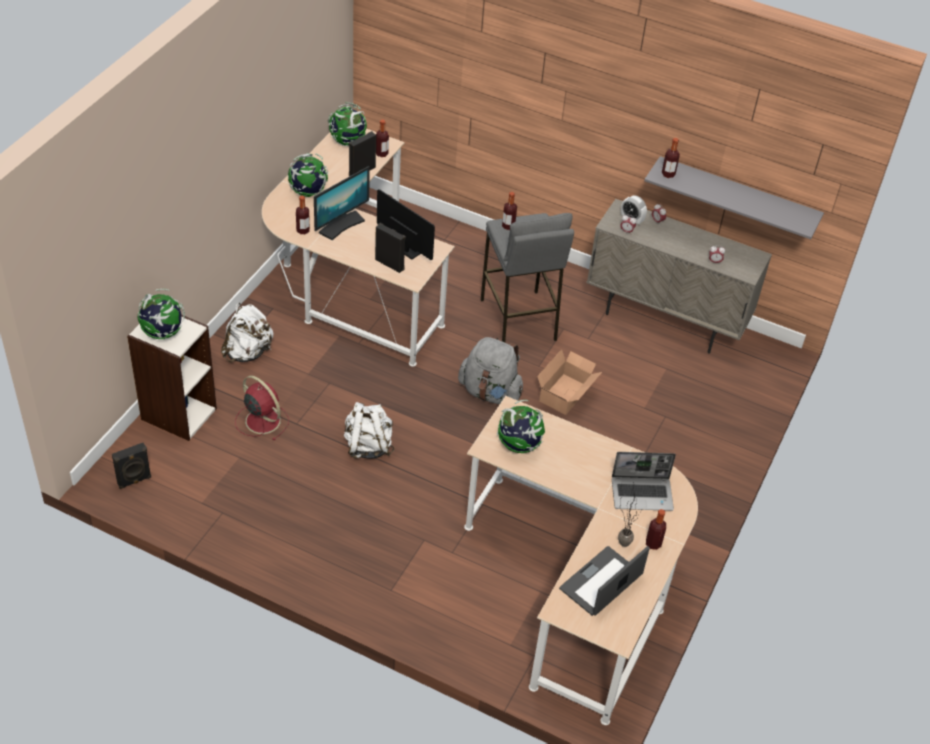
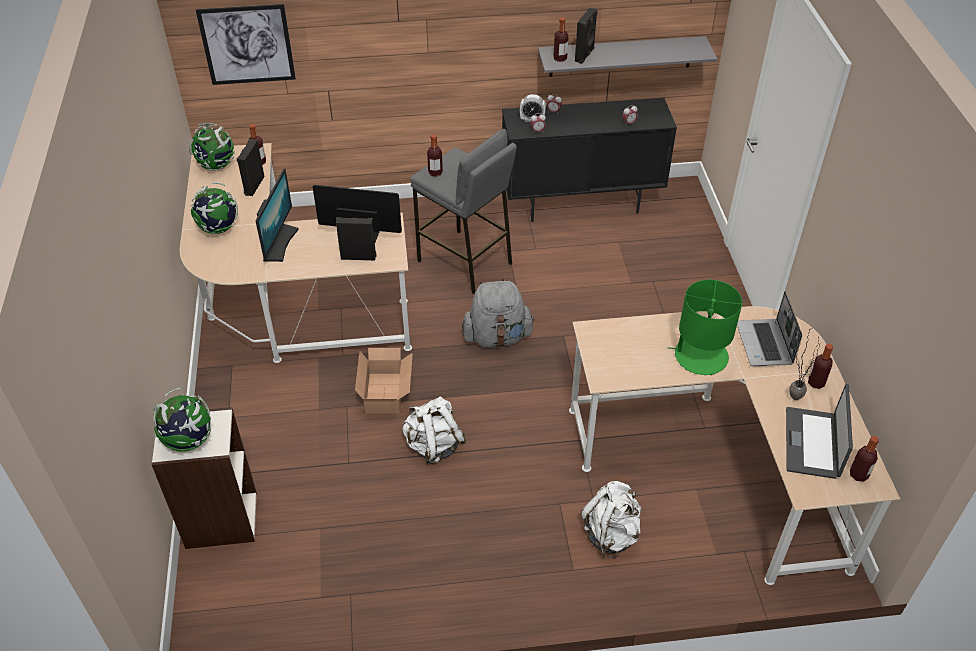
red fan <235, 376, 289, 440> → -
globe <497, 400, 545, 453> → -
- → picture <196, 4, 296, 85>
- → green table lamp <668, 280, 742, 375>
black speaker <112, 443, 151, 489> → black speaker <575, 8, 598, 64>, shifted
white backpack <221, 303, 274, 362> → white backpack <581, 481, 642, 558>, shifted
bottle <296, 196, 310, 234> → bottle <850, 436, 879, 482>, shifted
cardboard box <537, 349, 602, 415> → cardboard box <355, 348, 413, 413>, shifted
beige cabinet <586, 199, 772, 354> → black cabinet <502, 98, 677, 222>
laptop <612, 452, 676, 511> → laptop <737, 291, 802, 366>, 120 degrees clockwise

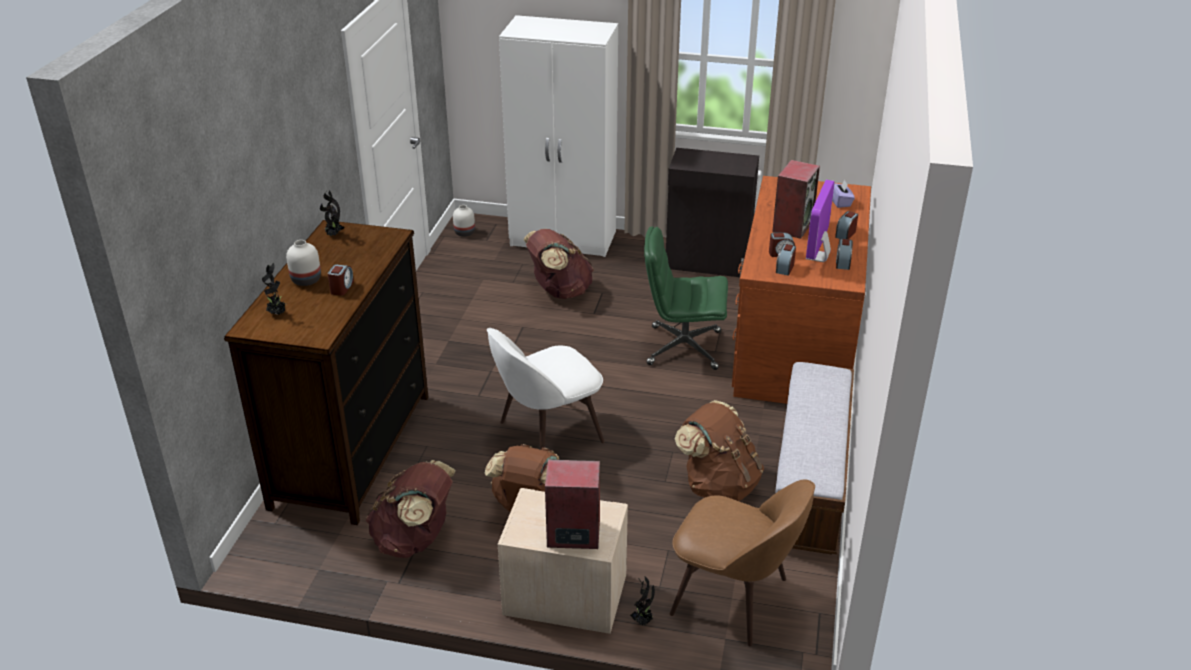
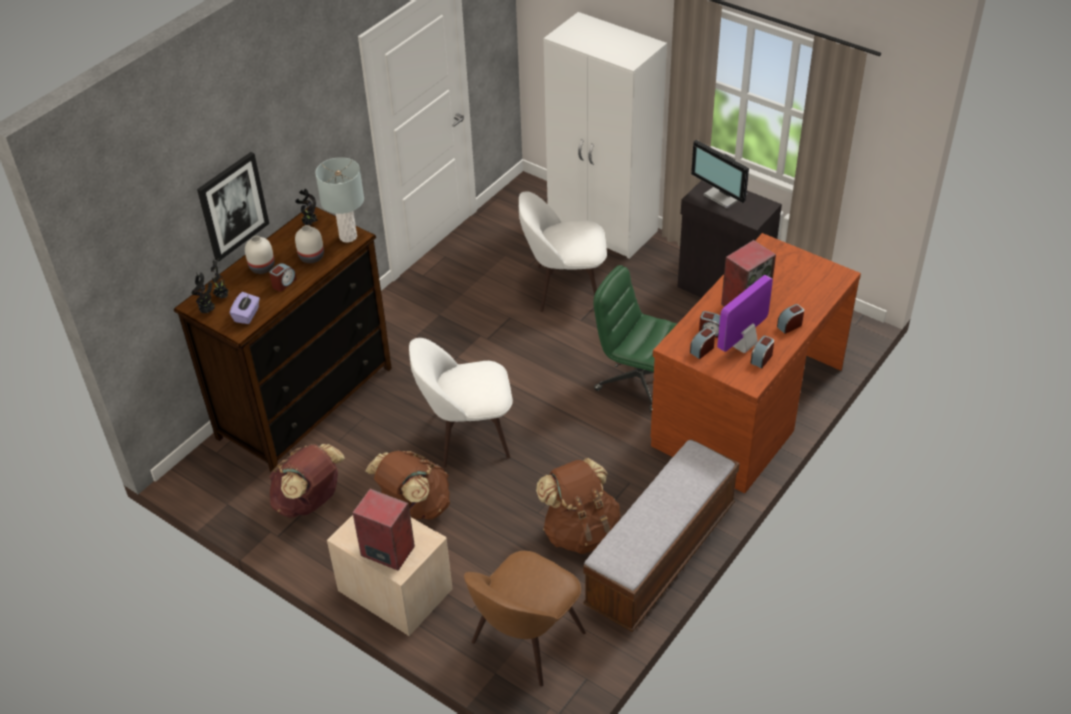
- → picture <197, 152, 269, 262>
- → grey table lamp <315, 157, 364, 243>
- → monitor <691, 140, 749, 208>
white vase <453, 205, 475, 237> → white vase <295, 225, 324, 263>, shifted
potted plant <630, 577, 655, 626> → potted plant <191, 272, 214, 314>, shifted
purple tissue box <832, 180, 855, 208> → purple tissue box <230, 292, 260, 324>, shifted
brown backpack <523, 229, 594, 299> → white chair <519, 191, 607, 312>
brown chair <670, 480, 815, 646> → brown chair <464, 551, 586, 686>, 75 degrees clockwise

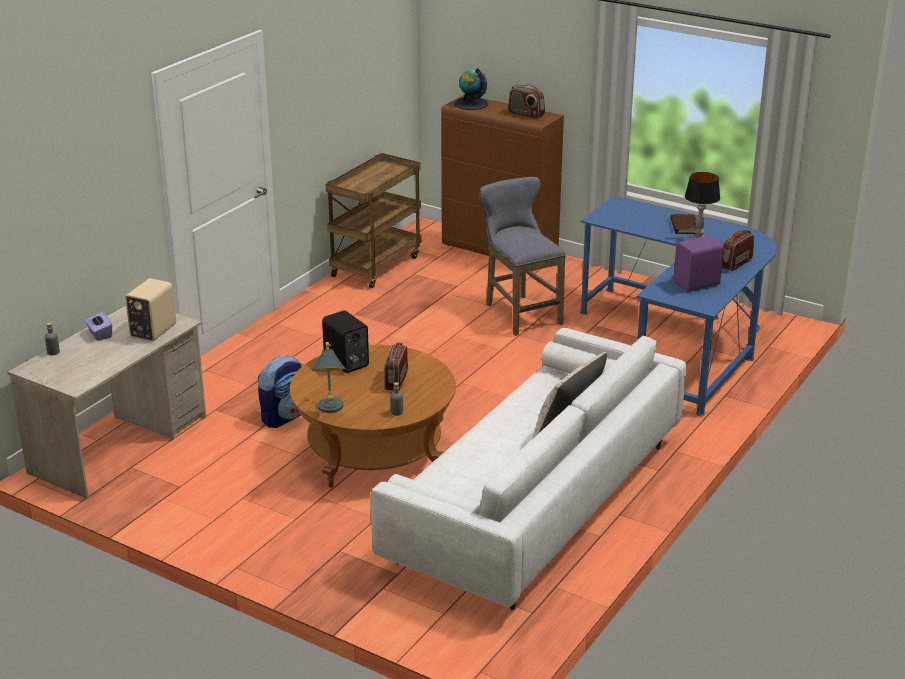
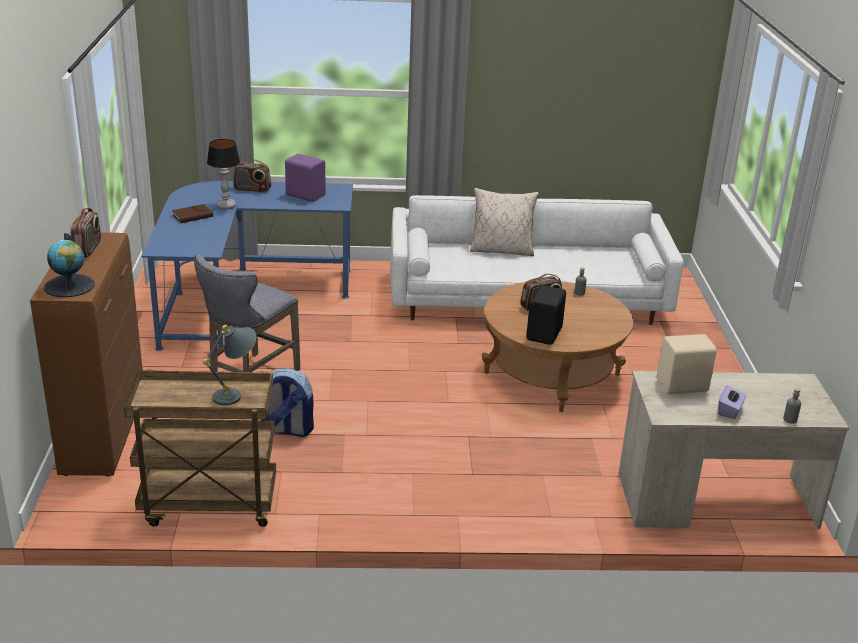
backpack <258, 355, 302, 428> → backpack <266, 368, 314, 437>, shifted
grey table lamp <311, 342, 346, 413> → grey table lamp <203, 325, 256, 405>, shifted

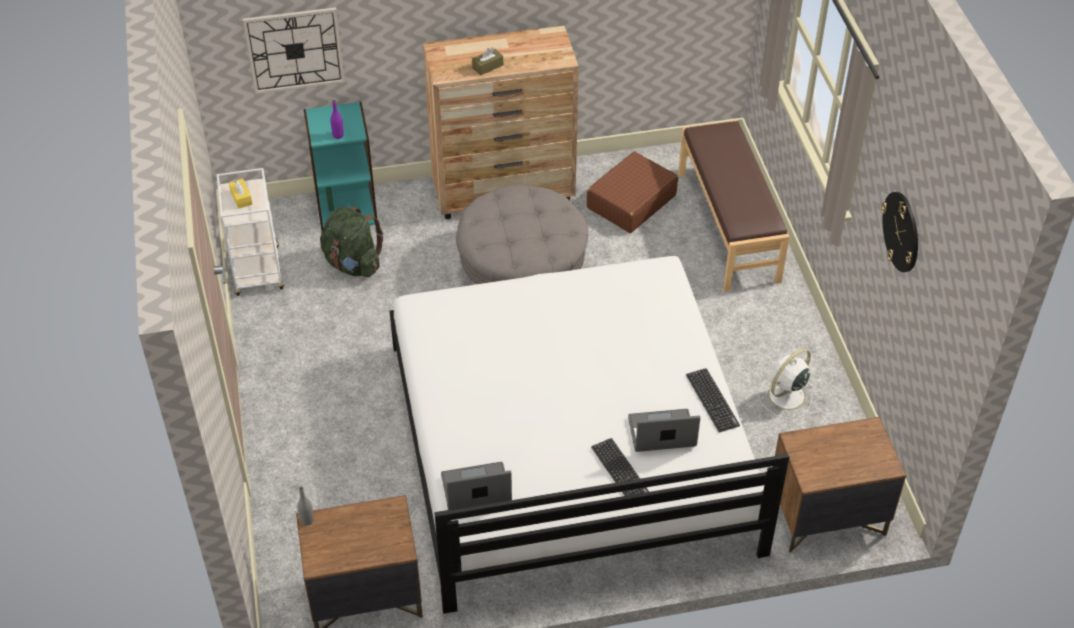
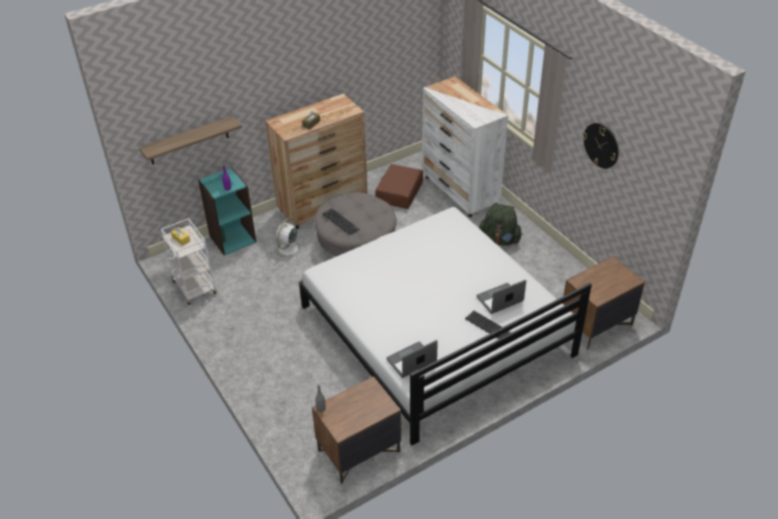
green backpack <320, 207, 383, 277> → green backpack <479, 204, 523, 246>, shifted
keyboard <686, 368, 740, 432> → keyboard <322, 208, 360, 235>, shifted
white fan <759, 349, 813, 419> → white fan <272, 218, 303, 260>, shifted
wall clock <243, 7, 345, 94> → shelf <139, 116, 242, 165>
brown bench <678, 120, 789, 292> → white dresser <422, 76, 508, 217>

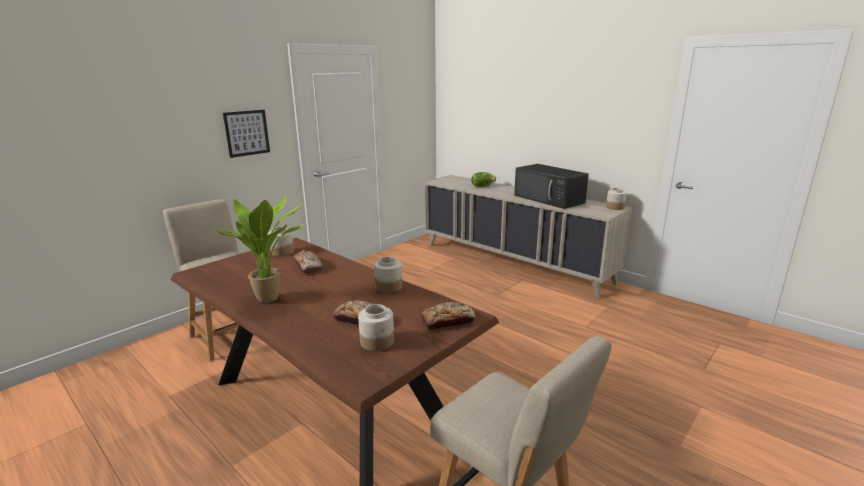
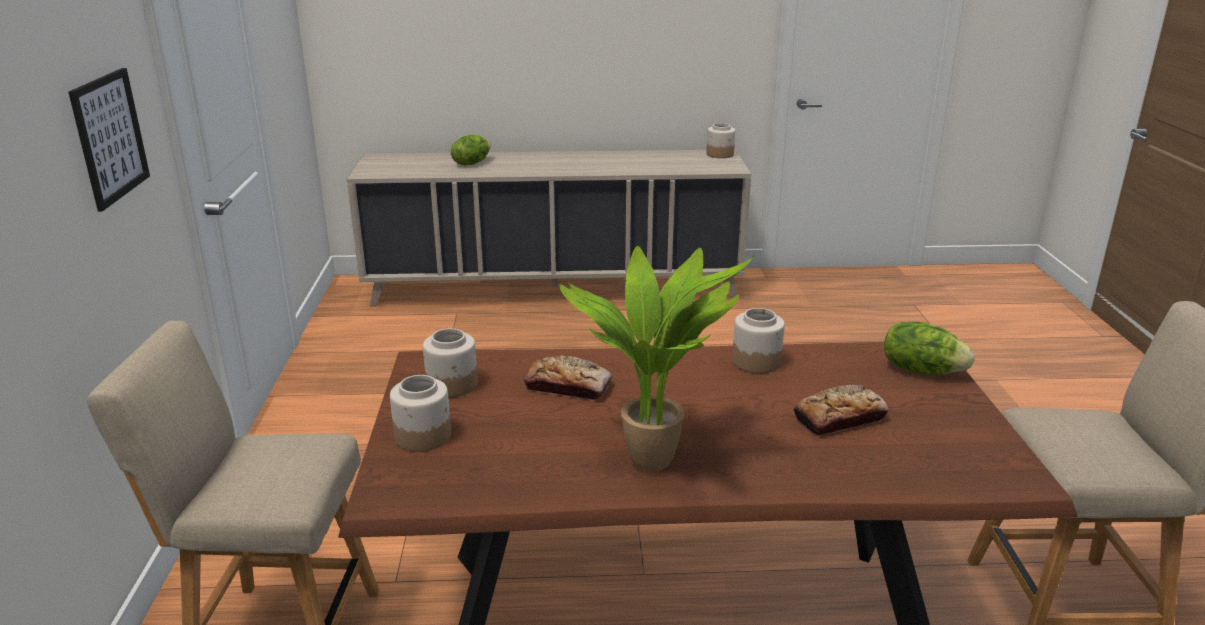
black microwave <514, 164, 589, 209> → -
jar <358, 304, 394, 351> → jar <390, 375, 451, 452>, shifted
bread <421, 302, 475, 330> → lettuce <884, 322, 975, 375>

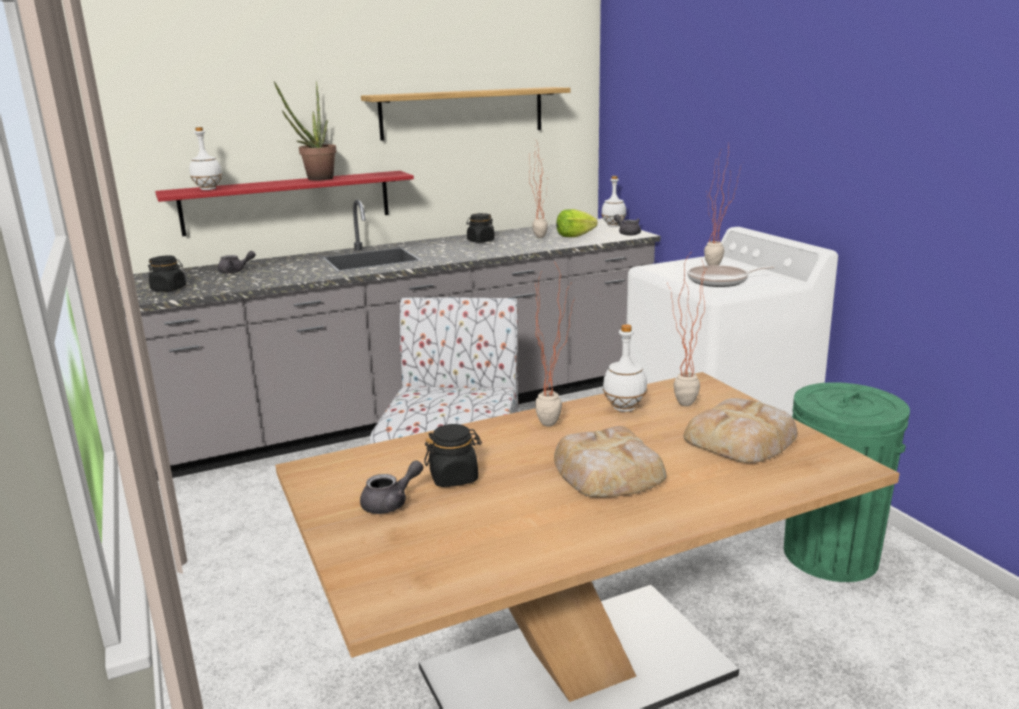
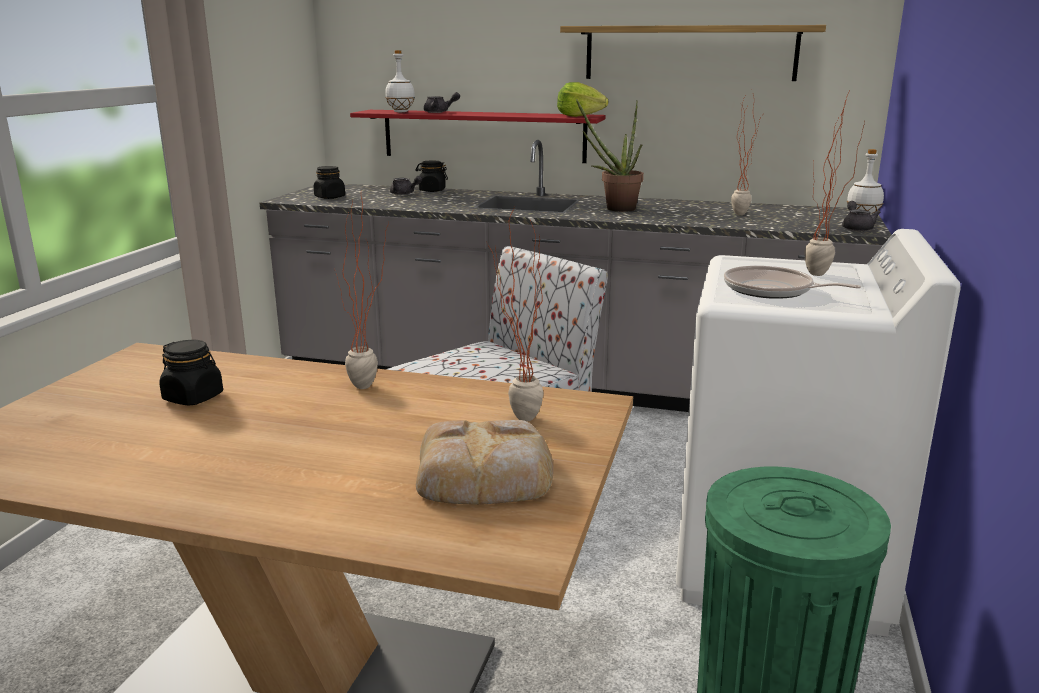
bread <554, 426, 666, 497> → -
white bottle <603, 324, 647, 412> → -
potted plant <274, 81, 337, 181> → potted plant <576, 99, 644, 212>, shifted
grey teapot <360, 460, 423, 514> → grey teapot <423, 92, 460, 113>, shifted
black jar <466, 213, 495, 243> → black jar <415, 160, 448, 192>, shifted
lettuce <556, 209, 598, 237> → lettuce <557, 82, 608, 117>, shifted

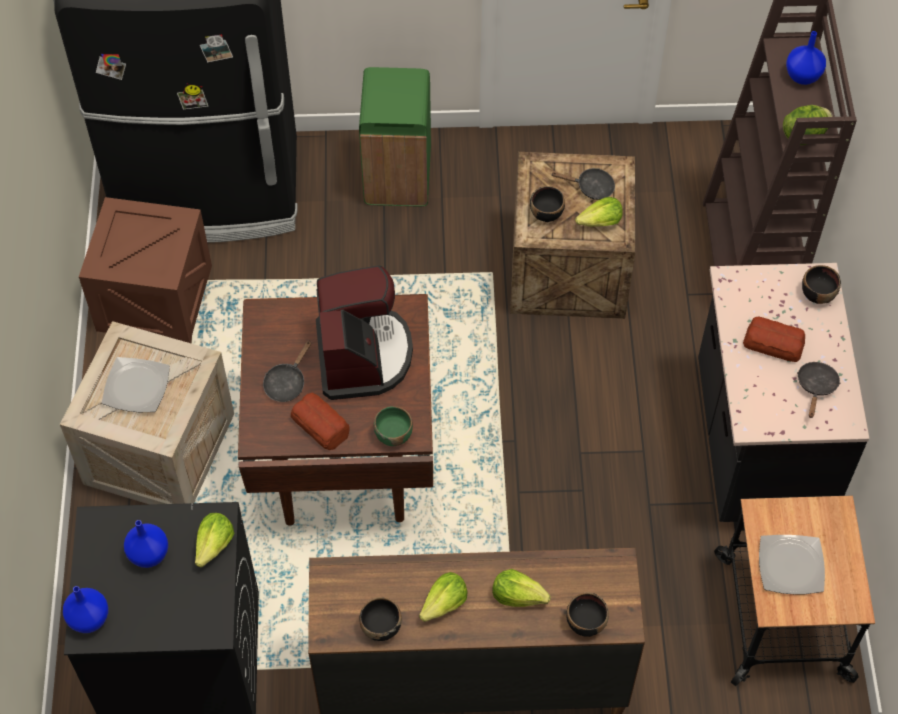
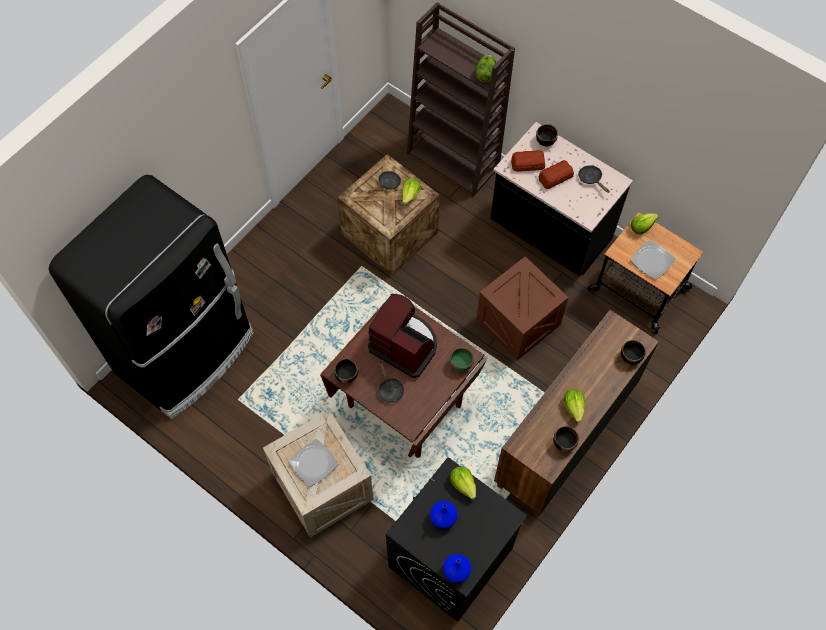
green trash can <359, 67, 431, 207> → -
blue vase <786, 31, 826, 85> → -
crate <79, 197, 212, 343> → crate <477, 257, 569, 361>, shifted
bread <291, 393, 350, 450> → bread <511, 150, 545, 172>, shifted
lettuce <492, 569, 551, 607> → lettuce <631, 213, 658, 235>, shifted
black bowl <530, 186, 565, 222> → black bowl <334, 359, 358, 384>, shifted

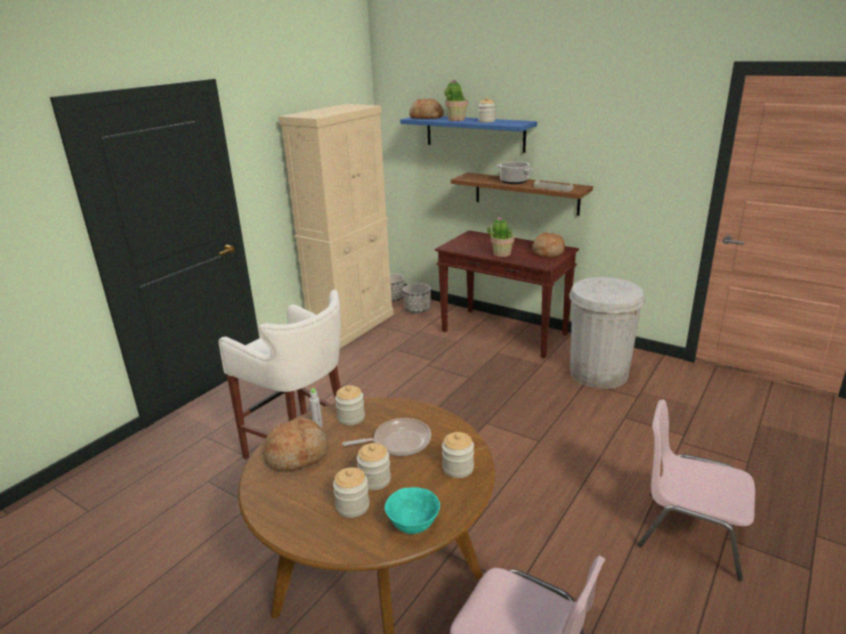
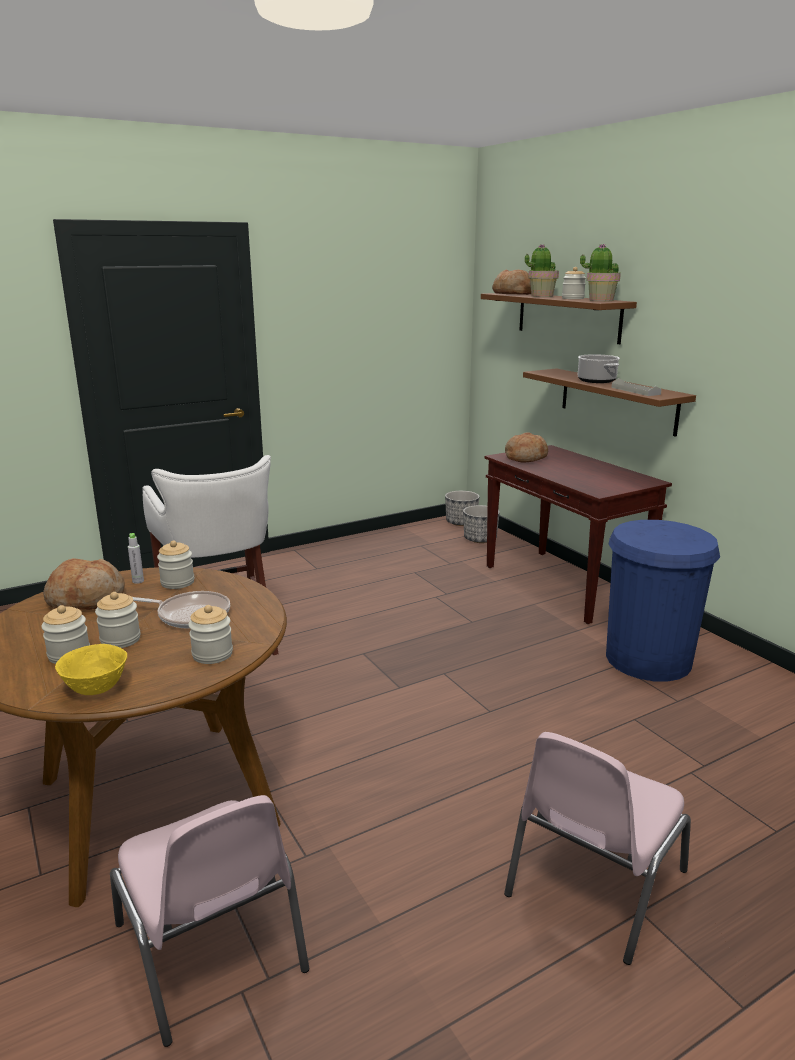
beige cabinet <278, 104, 394, 348> → -
potted plant <487, 217, 515, 257> → potted plant <580, 244, 621, 301>, shifted
bread <532, 232, 565, 258> → bread <505, 432, 548, 462>, shifted
turquoise bowl <385, 487, 440, 534> → yellow bowl <55, 644, 127, 695>
blue shelf <400, 116, 537, 153> → brown shelf <481, 293, 637, 344>
white trash can <569, 277, 645, 389> → blue trash can <606, 520, 720, 682>
pink chair <637, 399, 755, 581> → pink chair <504, 732, 691, 965>, 105 degrees counterclockwise

